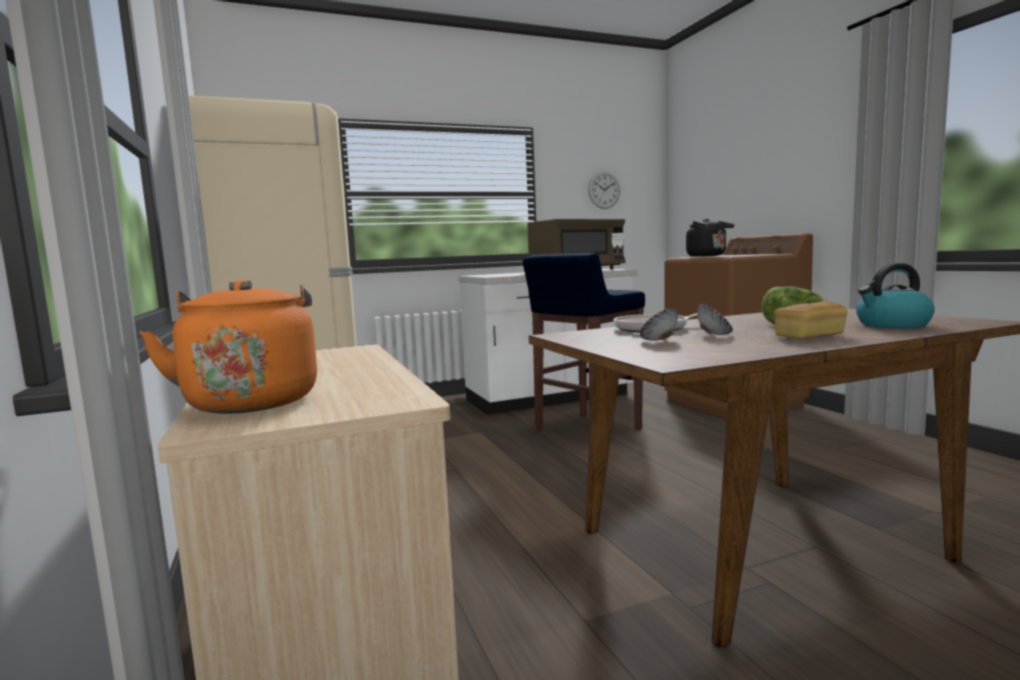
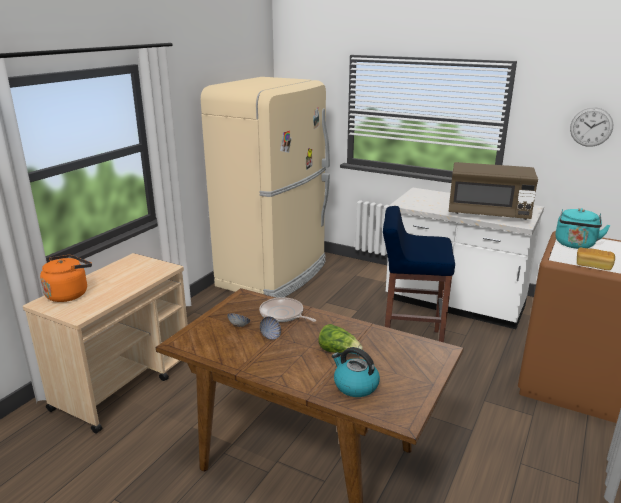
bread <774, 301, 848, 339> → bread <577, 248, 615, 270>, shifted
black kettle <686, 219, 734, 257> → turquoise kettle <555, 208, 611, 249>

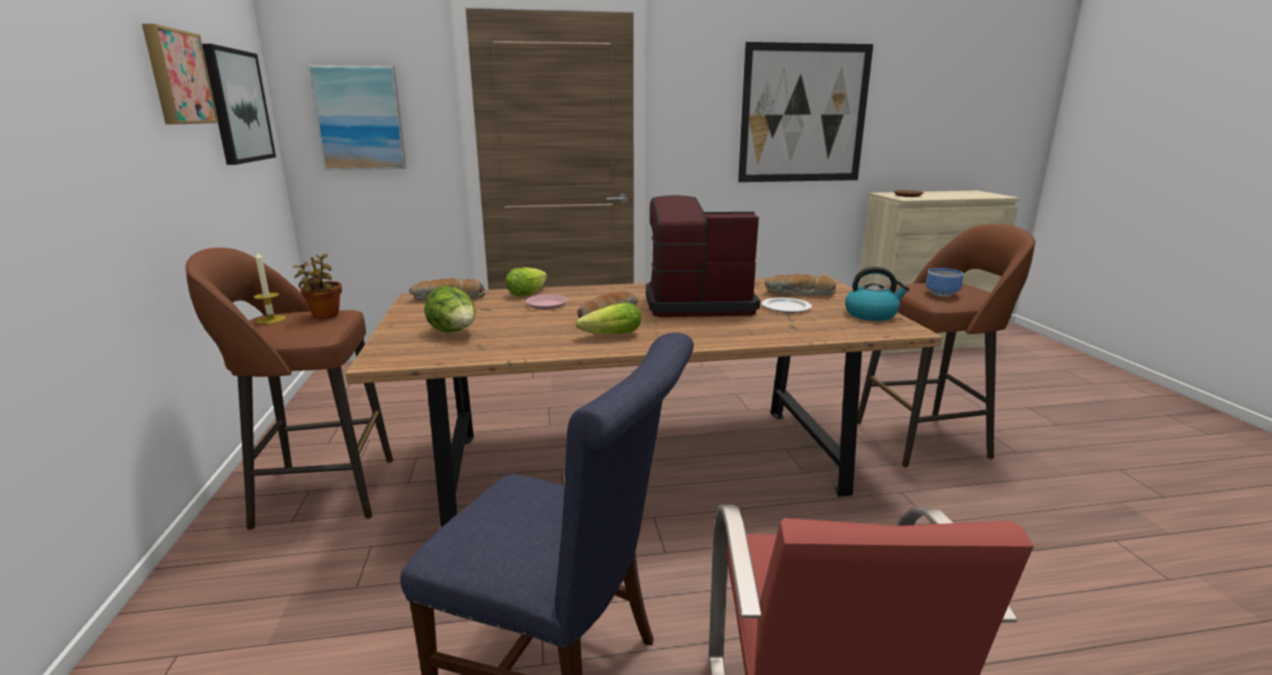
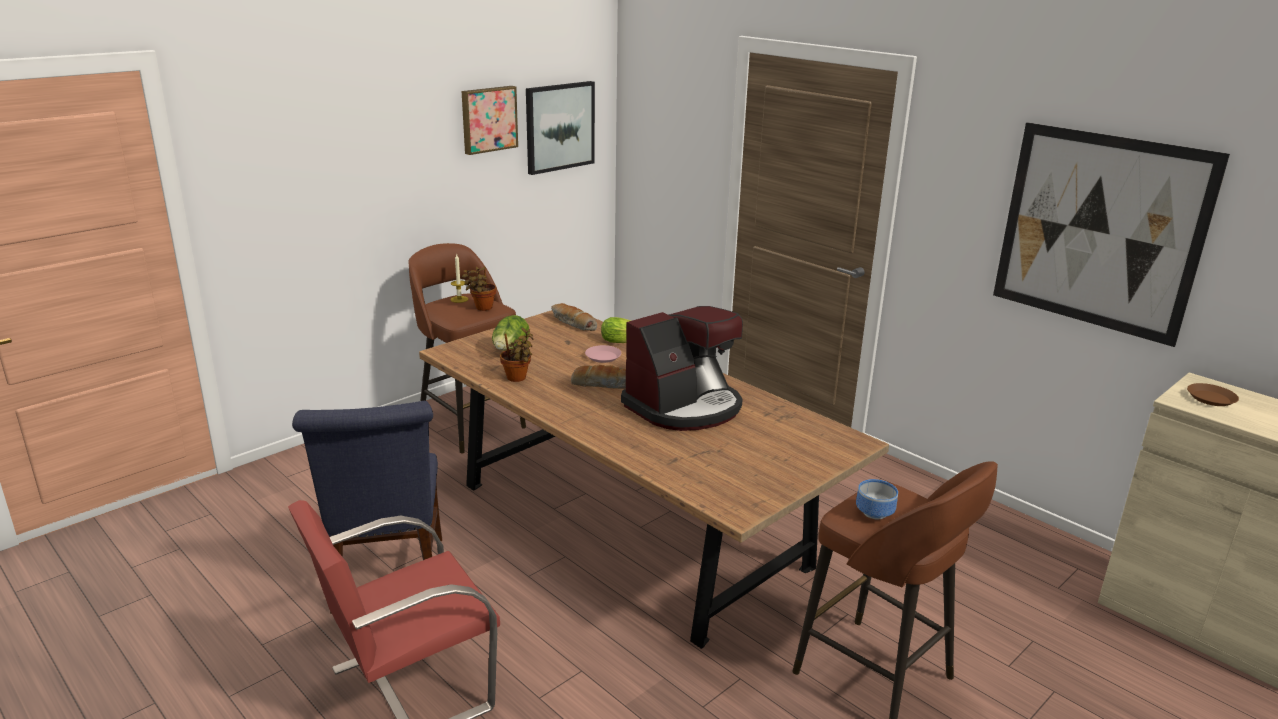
picture <308, 65, 407, 170> → -
lettuce <576, 303, 641, 334> → -
plate <762, 298, 812, 313> → -
bread <765, 274, 836, 296> → -
kettle <845, 267, 910, 321> → -
- → potted plant <500, 328, 533, 382>
coffee machine <646, 195, 760, 317> → coffee machine <621, 306, 743, 431>, 90 degrees clockwise

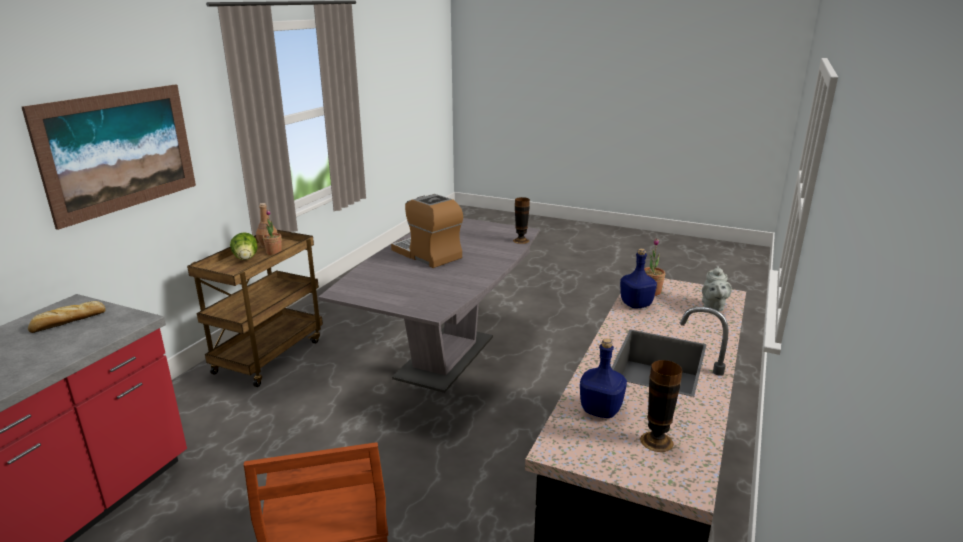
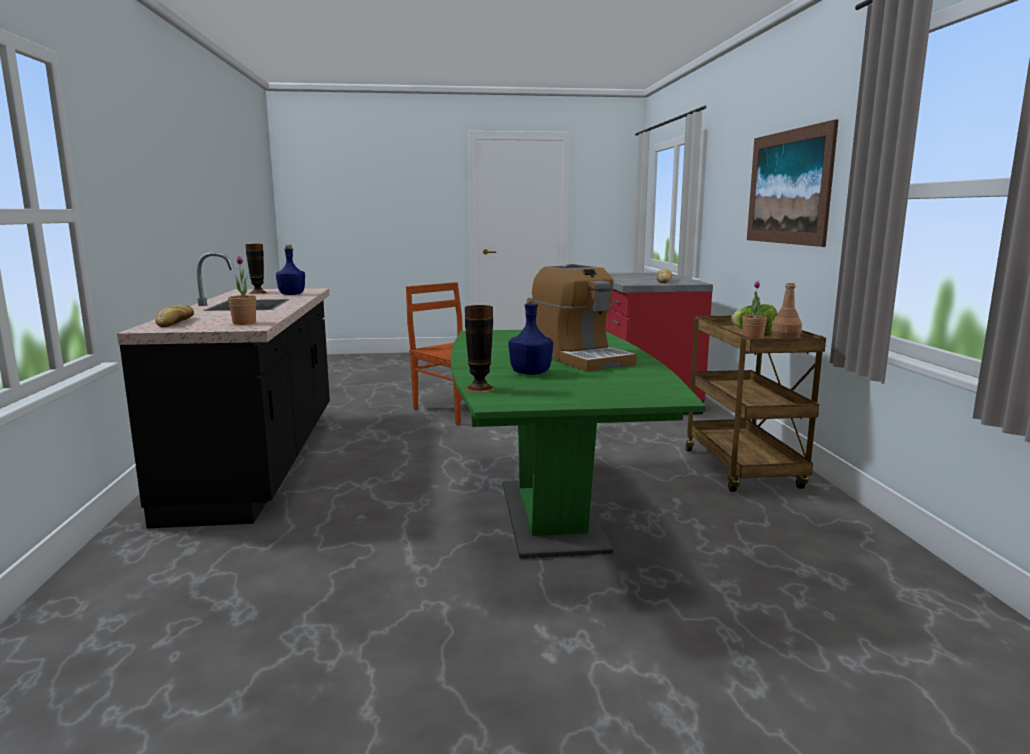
blue bottle <620, 248, 657, 308> → blue bottle <508, 298, 553, 375>, shifted
grey teapot <702, 266, 732, 312> → bread <155, 305, 194, 327>
grey dining table <318, 218, 540, 393> → green dining table <451, 330, 706, 558>
coffee machine <391, 194, 463, 268> → coffee machine <532, 264, 637, 372>, 45 degrees clockwise

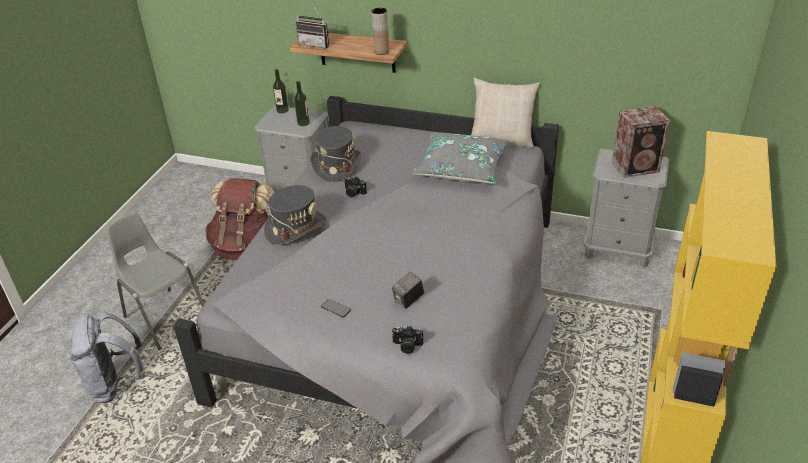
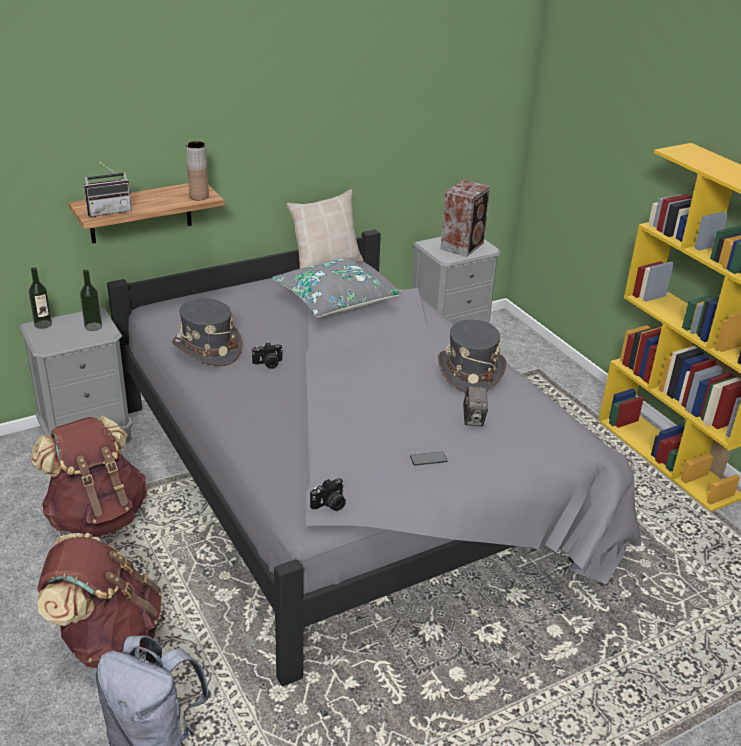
grey hat <264, 185, 326, 245> → grey hat <438, 319, 506, 393>, shifted
photo camera <392, 326, 423, 354> → photo camera <310, 478, 346, 511>, shifted
grey chair <105, 213, 204, 350> → brown backpack <37, 533, 162, 668>

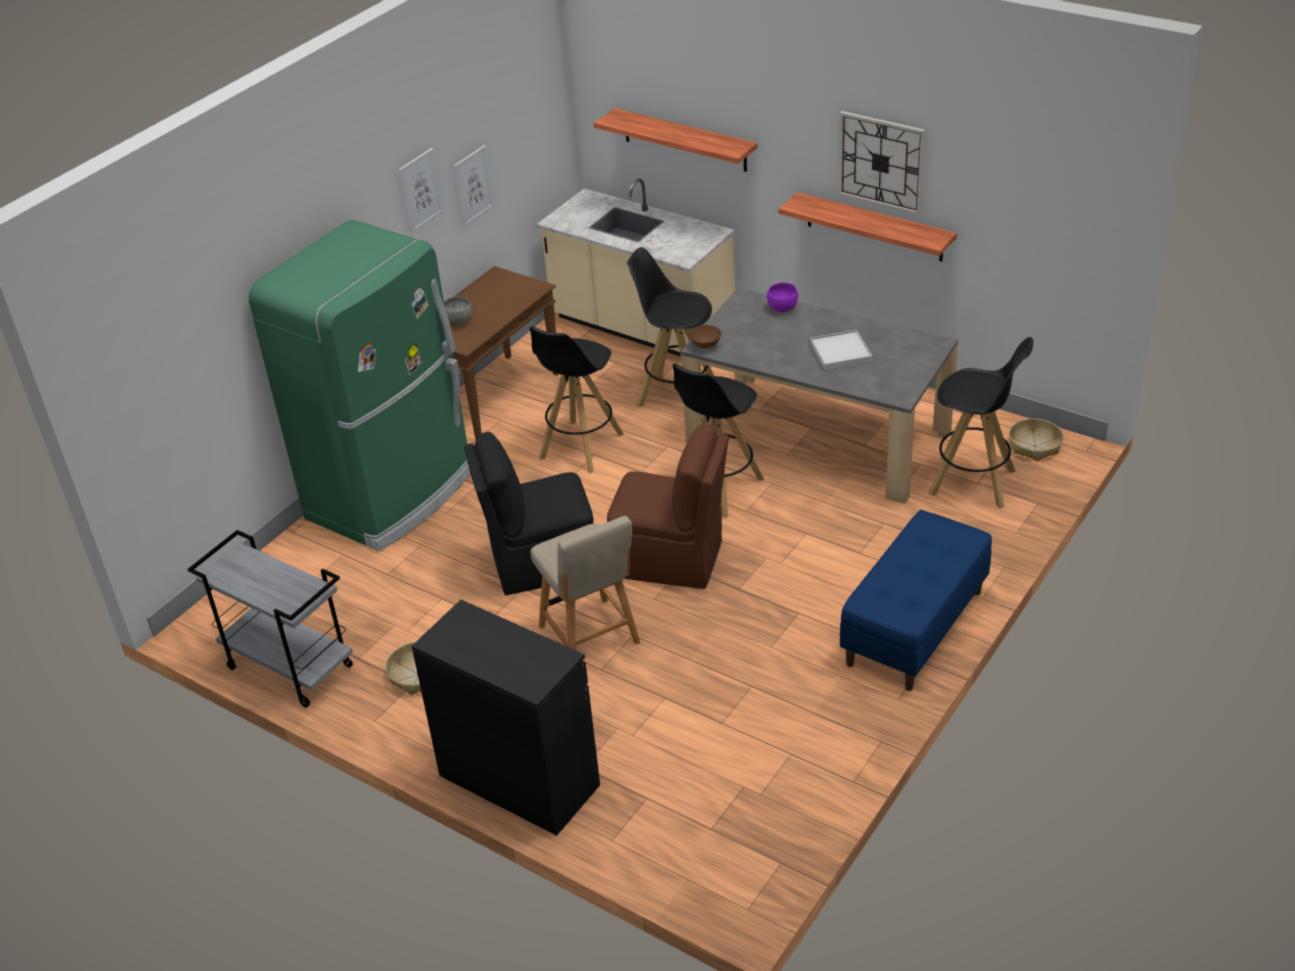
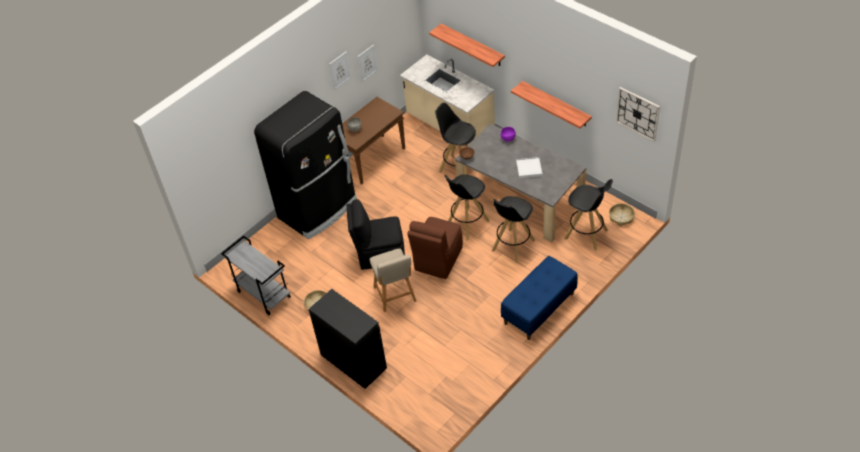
black stool <530, 326, 624, 473> → black stool <492, 196, 535, 263>, shifted
wall clock <838, 111, 926, 215> → wall clock <616, 87, 660, 141>, shifted
green fridge <248, 220, 470, 551> → black fridge <254, 91, 357, 239>
brown chair <607, 424, 729, 589> → brown chair <407, 217, 463, 279>, 90 degrees clockwise

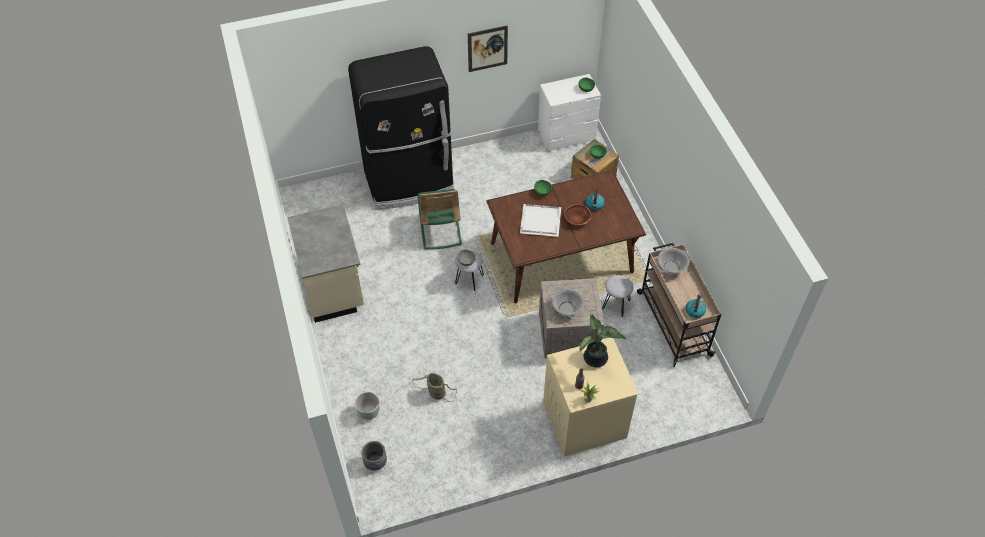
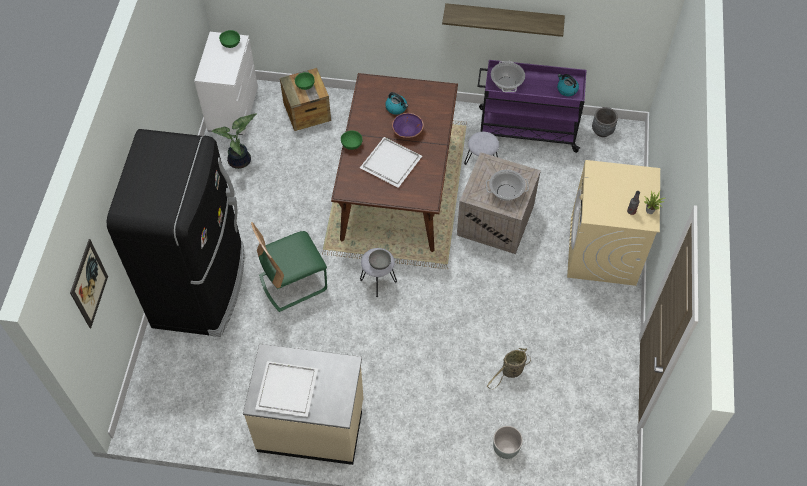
- → white tray <255, 361, 318, 417>
- → shelf <442, 3, 565, 37>
grey planter <361, 441, 387, 470> → grey planter <592, 107, 618, 137>, shifted
picture <468, 25, 508, 72> → picture <70, 239, 108, 328>, shifted
potted plant <579, 314, 626, 367> → potted plant <212, 113, 257, 169>, shifted
brown bowl <564, 204, 591, 225> → purple bowl <392, 113, 424, 138>
beige cart <637, 243, 722, 367> → purple cart <478, 60, 586, 153>
green chair <417, 189, 462, 249> → green chair <251, 222, 327, 312>, 135 degrees clockwise

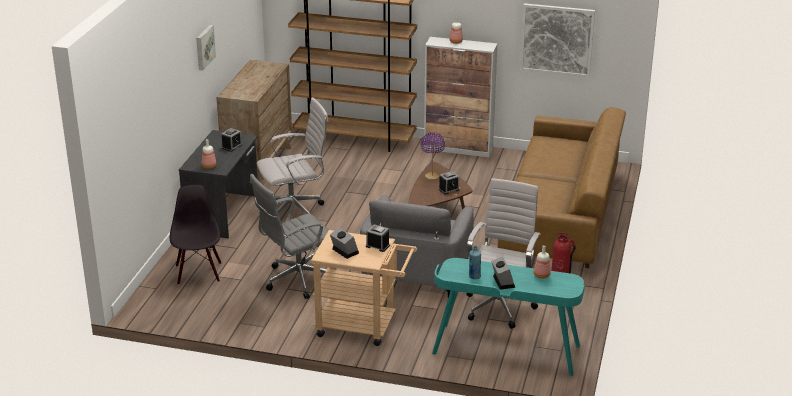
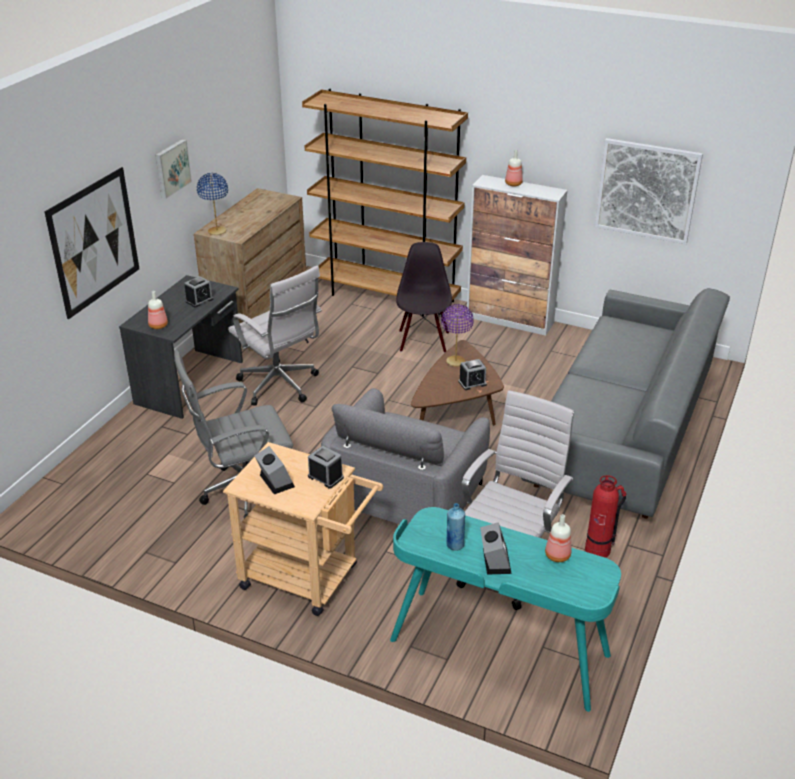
- → picture <44, 167, 139, 319>
- → blue table lamp <197, 173, 228, 235>
black chair <170, 185, 222, 285> → black chair <396, 242, 452, 353>, shifted
brown sofa <498, 107, 626, 268> → grey sofa <521, 288, 730, 519>
white office chair <257, 97, 328, 214> → white office chair <228, 266, 322, 406>, 60 degrees clockwise

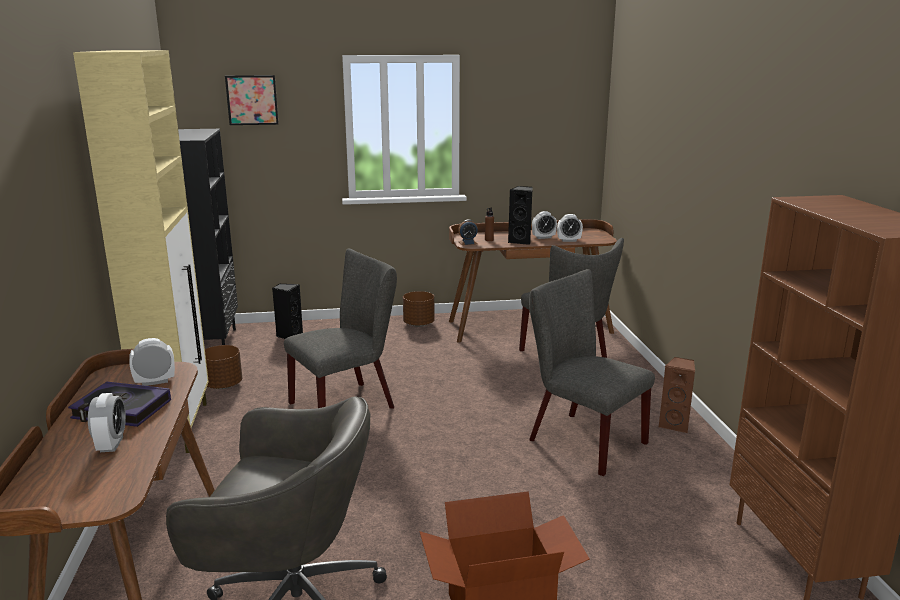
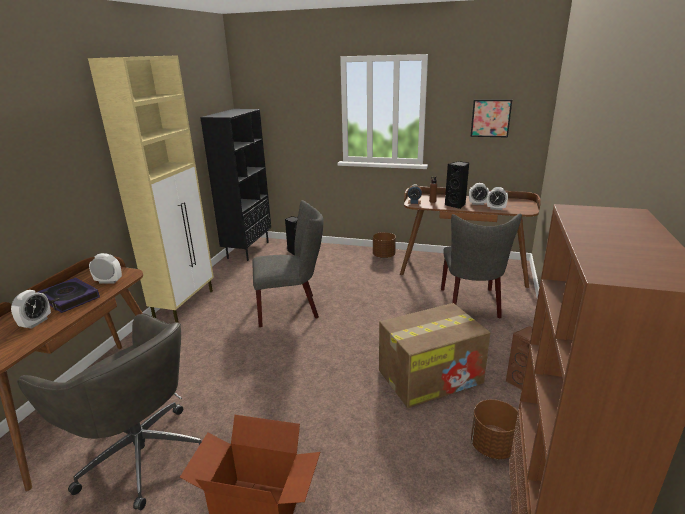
brown planter <205, 345, 242, 389> → brown planter <471, 399, 518, 459>, shifted
picture <225, 75, 279, 125> → picture <471, 99, 512, 138>, shifted
grey chair <529, 269, 655, 476> → cardboard box <379, 303, 490, 408>

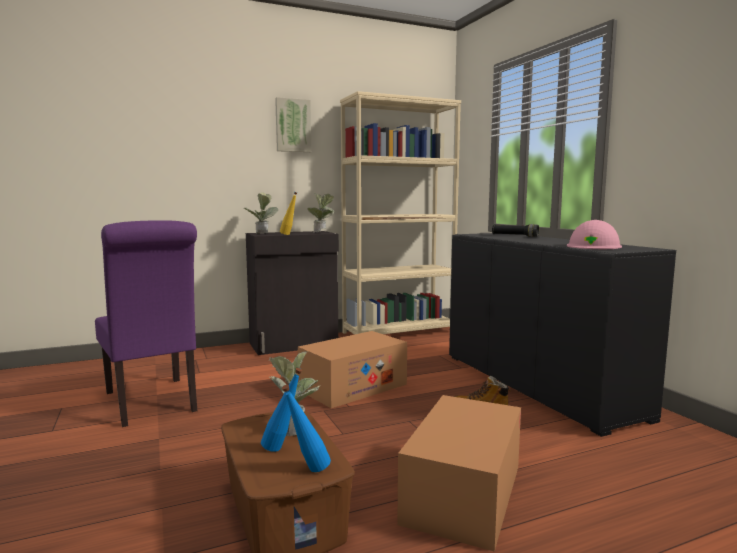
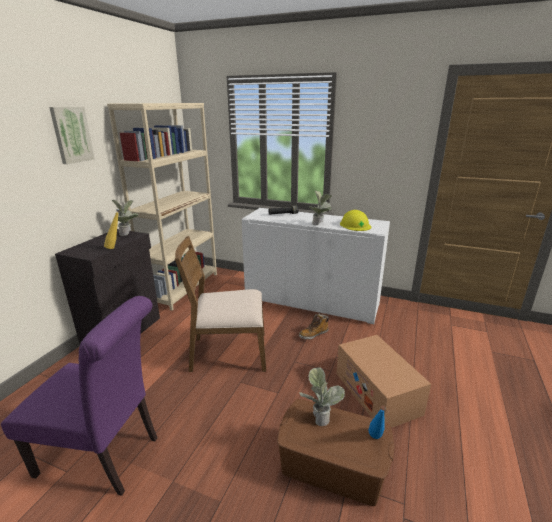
blue bottle <261, 368, 302, 452> → -
potted plant <244, 192, 278, 234> → potted plant <309, 190, 332, 225>, shifted
cardboard box <298, 331, 407, 408> → brown chair <175, 236, 266, 372>
black cabinet <449, 233, 676, 437> → white cabinet <242, 208, 390, 324>
pink hard hat <567, 220, 622, 249> → yellow hard hat <340, 210, 371, 231>

